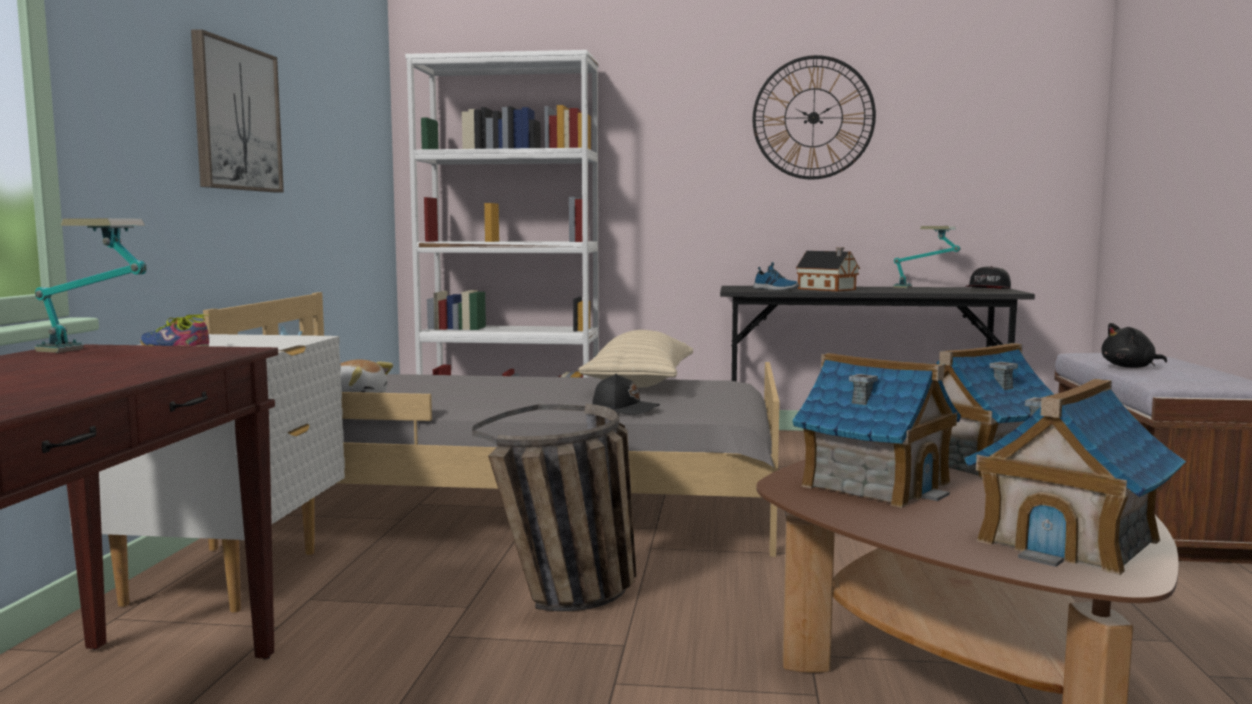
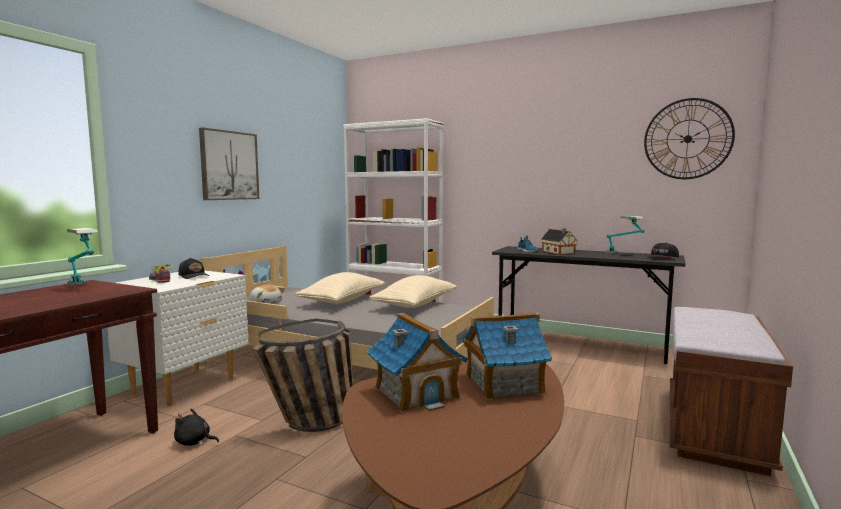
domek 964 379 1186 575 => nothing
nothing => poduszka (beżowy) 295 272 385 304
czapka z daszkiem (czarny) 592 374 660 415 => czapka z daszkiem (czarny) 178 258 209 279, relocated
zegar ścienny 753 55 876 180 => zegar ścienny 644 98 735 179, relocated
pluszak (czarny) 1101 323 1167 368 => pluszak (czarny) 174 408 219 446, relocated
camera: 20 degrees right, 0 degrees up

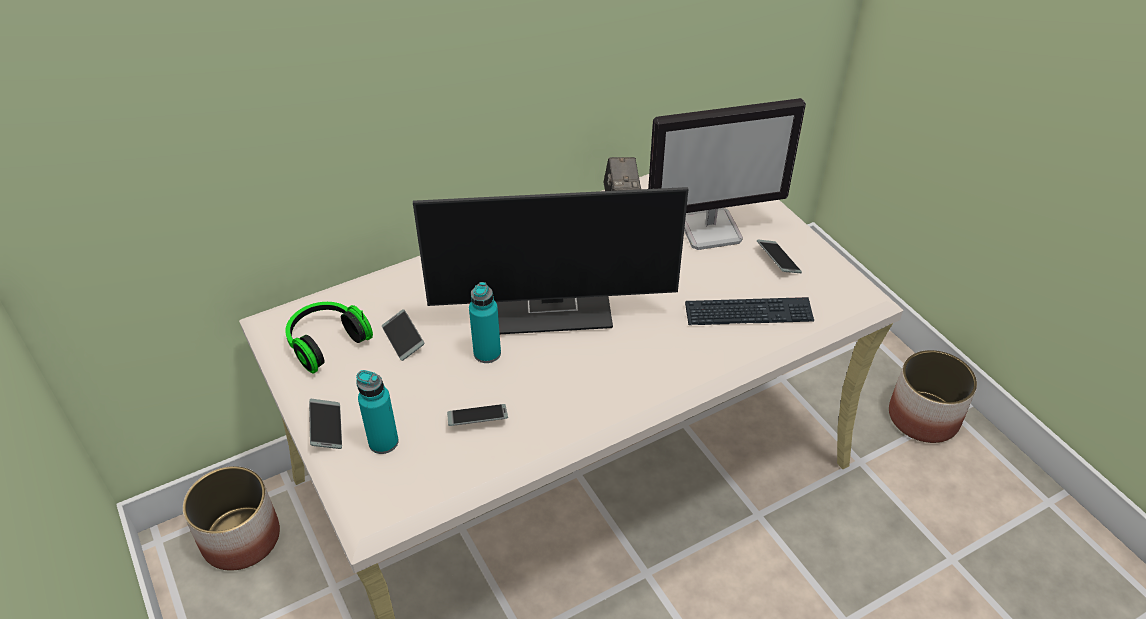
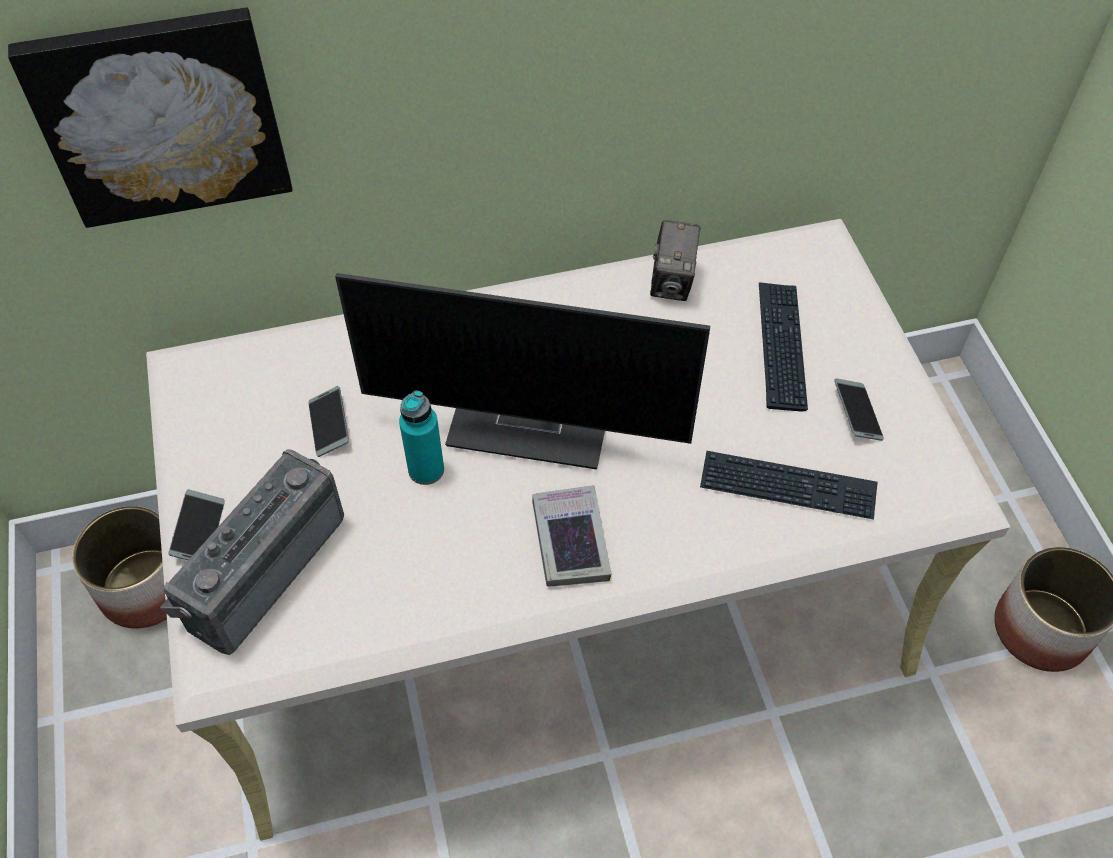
słuchawki 285 302 373 374 => nothing
telefon 447 404 508 426 => nothing
nothing => obraz 8 7 293 228
nothing => książka 532 485 611 587
butelka (turkusowy) 356 370 399 454 => radio 160 449 344 655
monitor 648 98 806 250 => klawiatura 759 282 808 412
camera: 15 degrees right, 10 degrees up

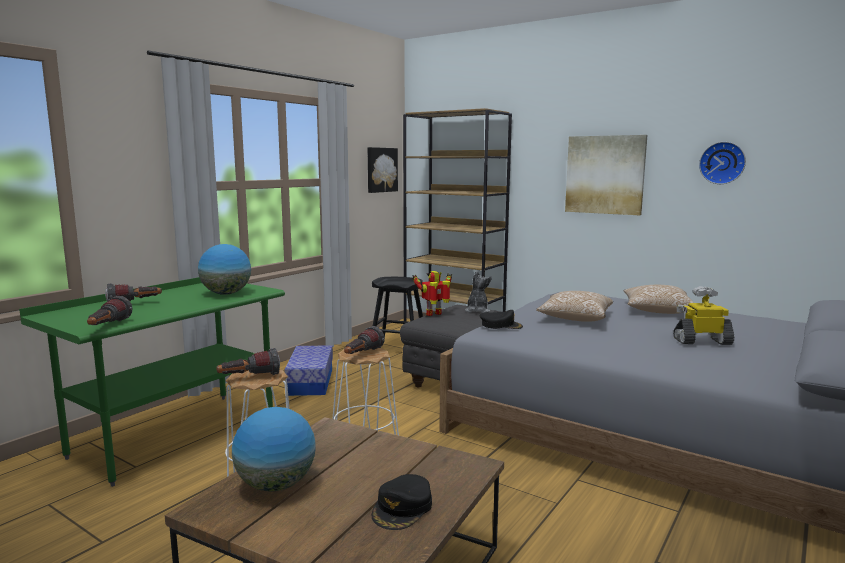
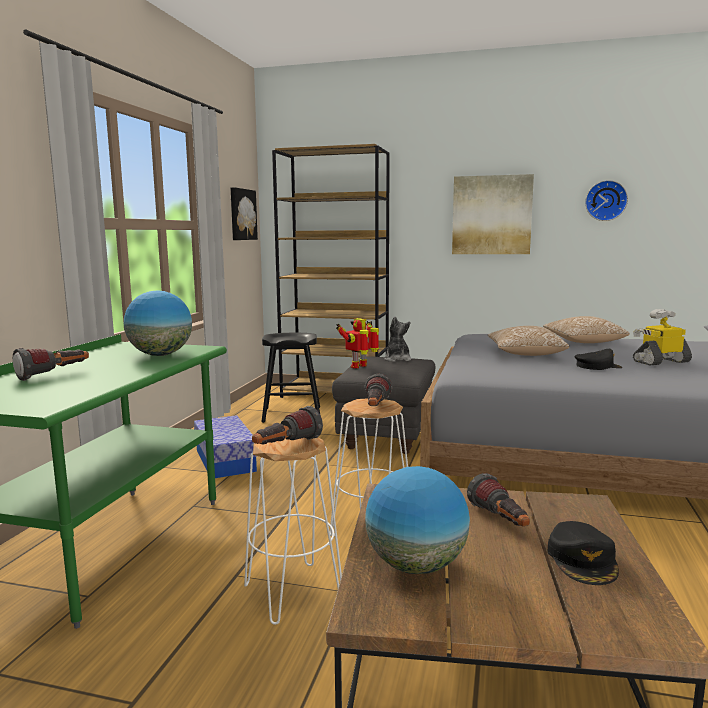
latarka 87 296 132 325 => latarka 467 473 530 526, relocated
czapka z daszkiem (czarny) 480 310 523 329 => czapka z daszkiem (czarny) 575 349 622 370, relocated
camera: 20 degrees left, 0 degrees up

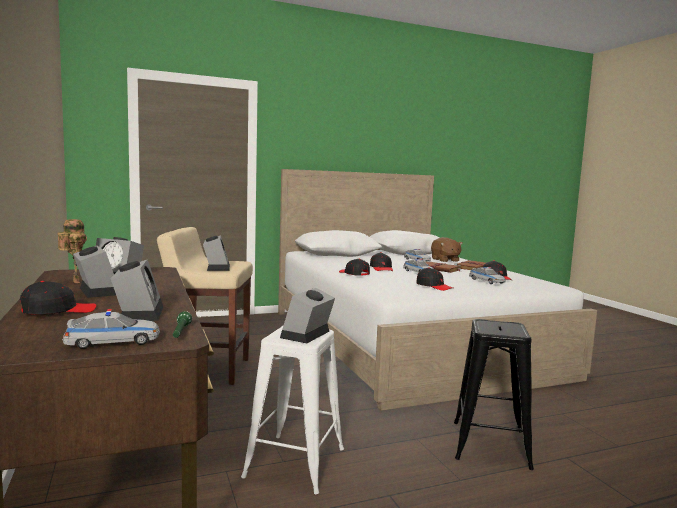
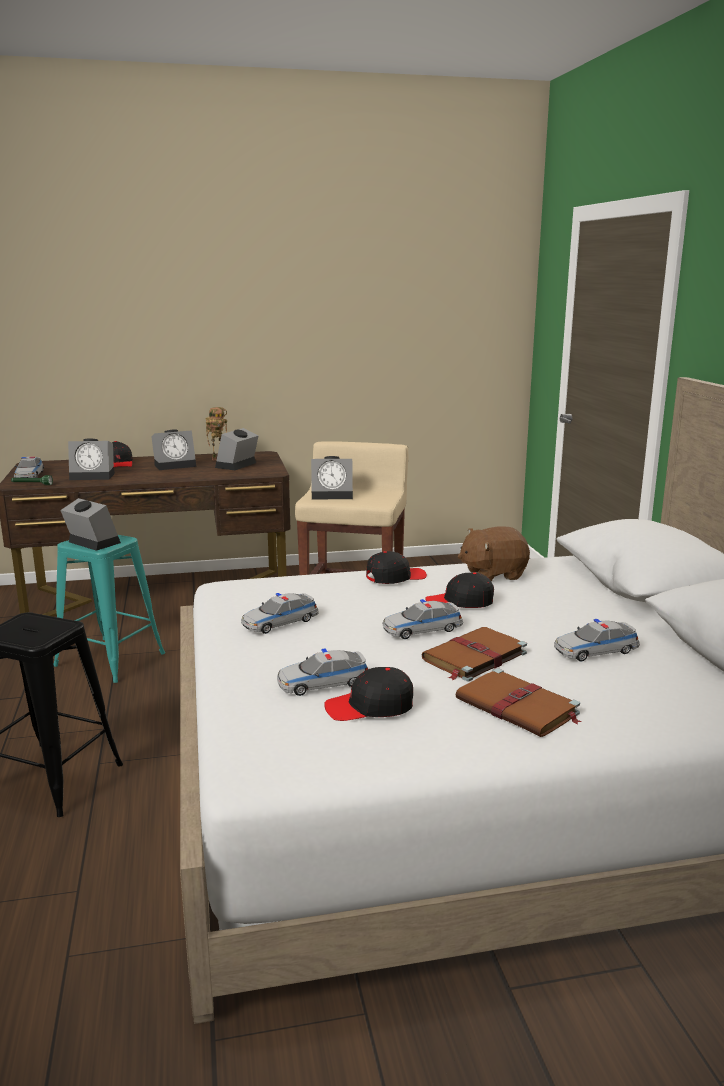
pluszak (brązowy) 431 237 463 262 => pluszak (brązowy) 458 526 530 581, relocated
czapka z daszkiem (czarny) 416 267 453 291 => samochodzik 241 593 319 634
stołek (biały) 241 325 344 494 => stołek (turkusowy) 54 535 165 683
camera: 100 degrees right, 10 degrees up

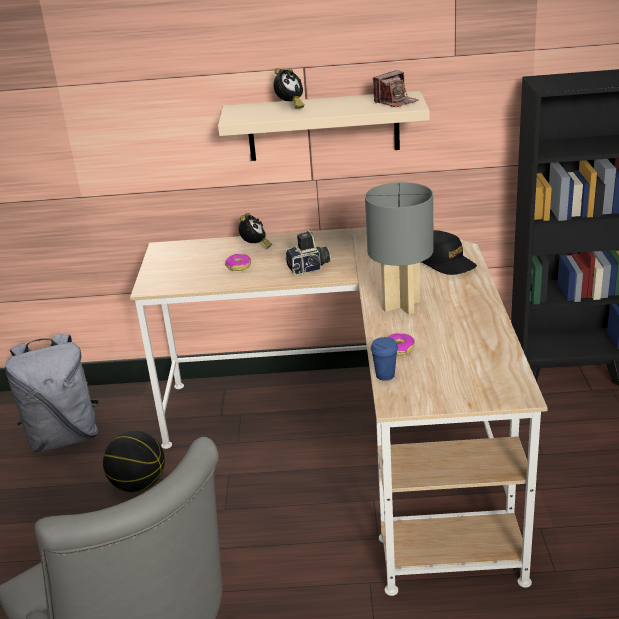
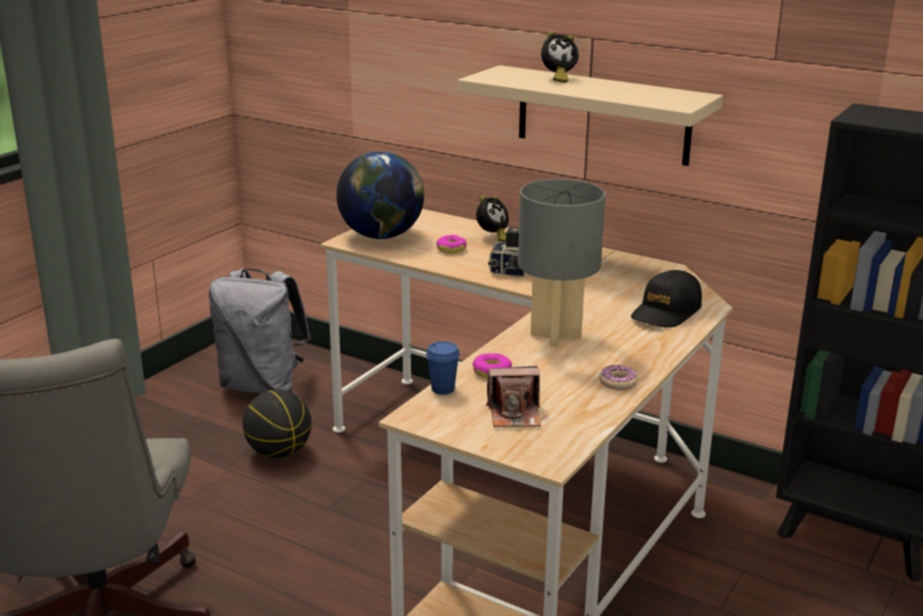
nothing => globus 336 151 424 239
nothing => donut 599 365 638 390
aparat fotograficzny 373 70 419 107 => aparat fotograficzny 486 366 541 427, relocated
czapka z daszkiem (czarny) 421 230 477 275 => czapka z daszkiem (czarny) 631 270 702 328, 45 degrees clockwise
camera: 30 degrees right, 5 degrees down

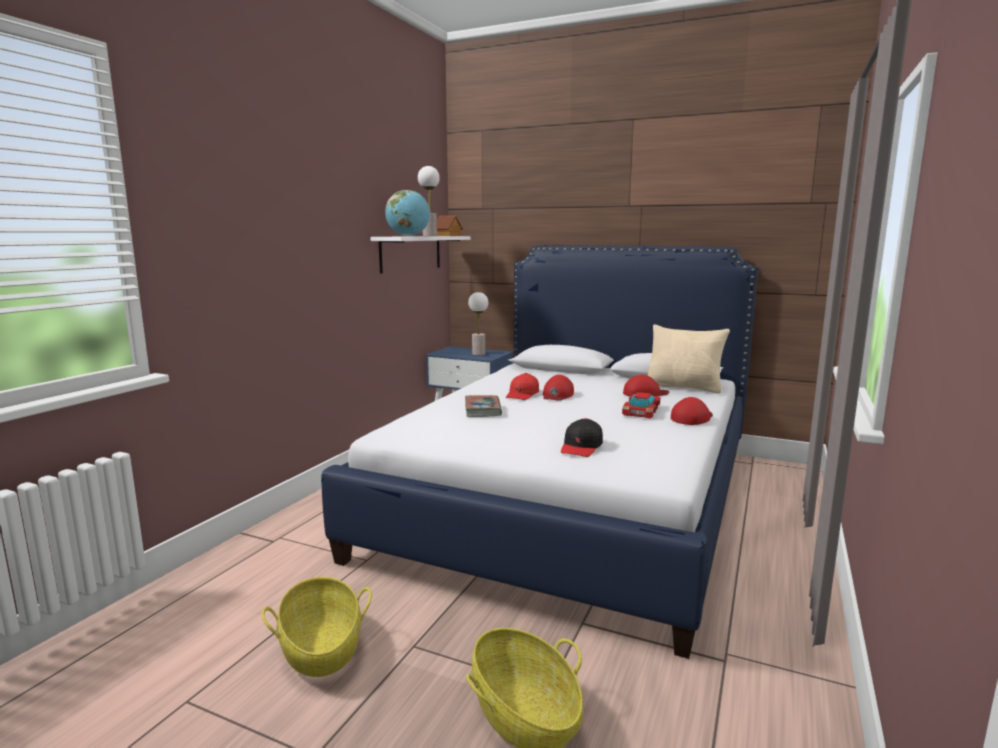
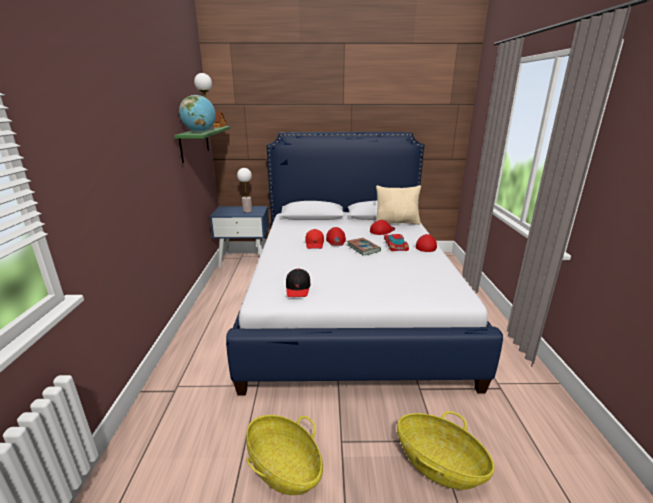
książka 465 395 502 417 => książka 347 238 381 256, relocated
czapka z daszkiem (czarny) 561 418 603 457 => czapka z daszkiem (czarny) 286 269 311 297, relocated
półka (biały) 370 236 471 273 => półka (zielony) 174 126 231 163
camera: 25 degrees left, 10 degrees up

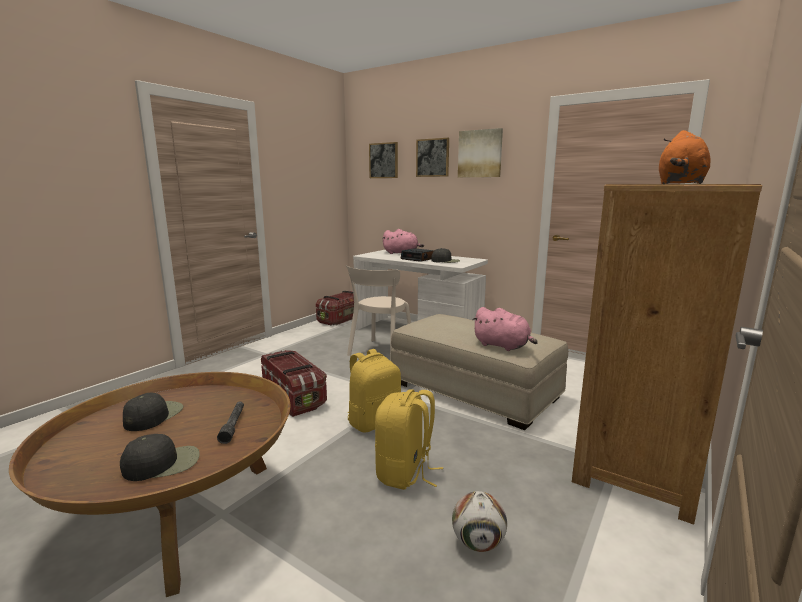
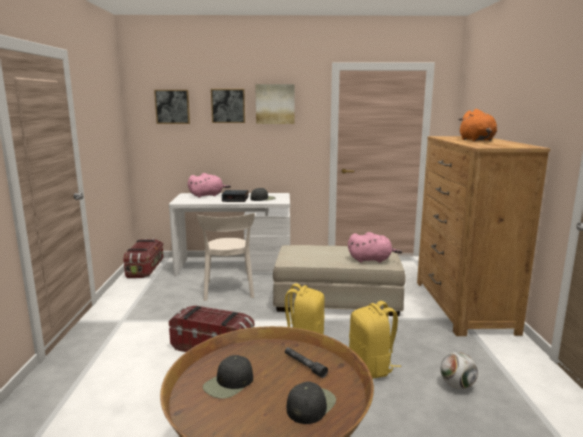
czapka z daszkiem (czarny) 123 393 183 431 => czapka z daszkiem (czarny) 203 355 253 399, 120 degrees counterclockwise
camera: 35 degrees left, 0 degrees up

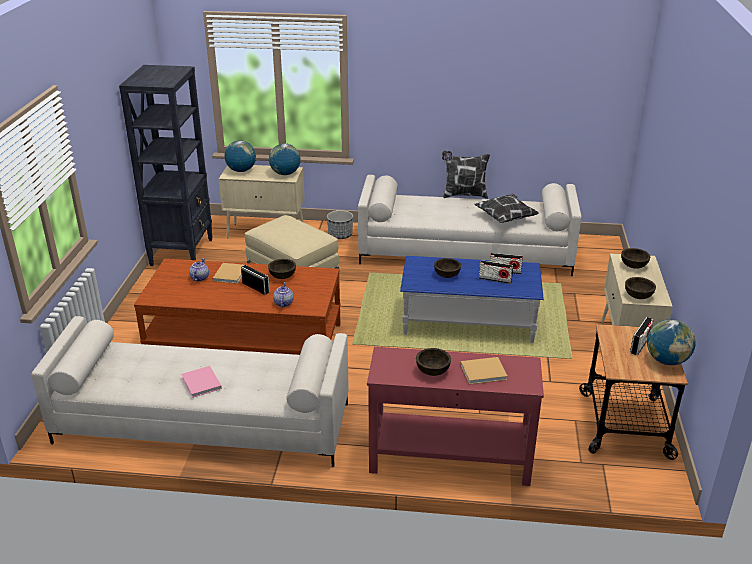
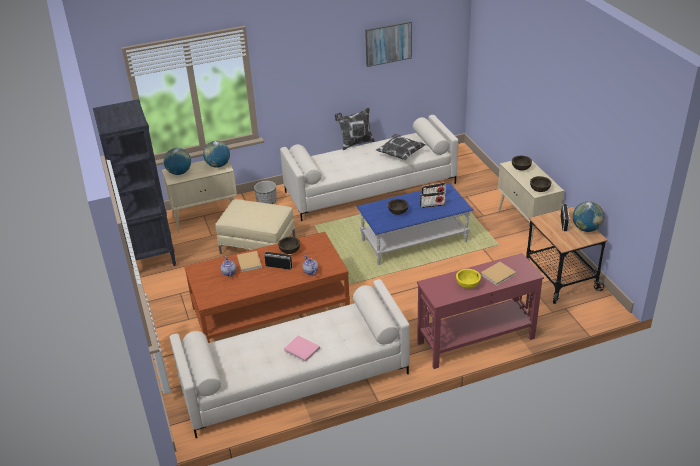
nothing => obraz 365 21 412 67
miska (brązowy) 416 348 451 376 => miska (żółty) 456 269 481 289
camera: 25 degrees left, 5 degrees up

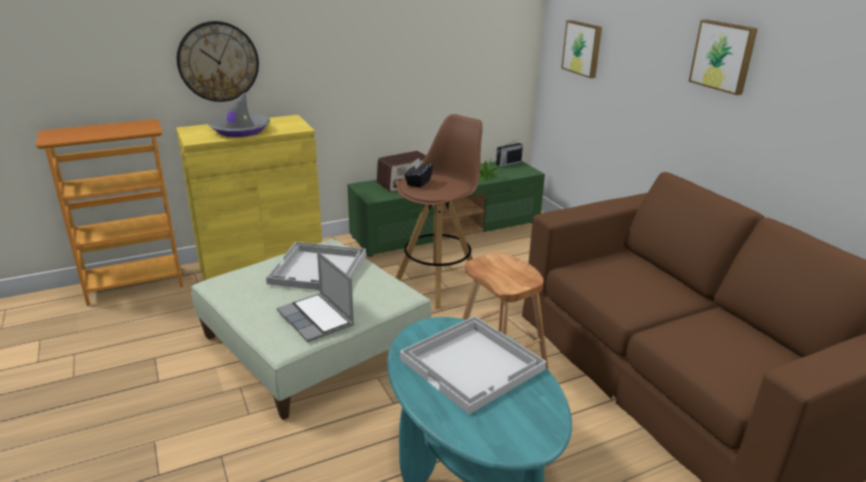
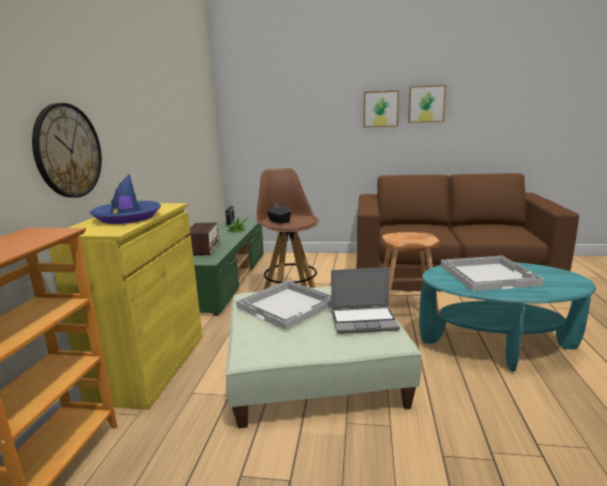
obraz 561 20 602 78 => obraz 408 85 446 123, relocated
kapelusz (szary) 209 92 270 137 => kapelusz (niebieski) 90 174 161 224
camera: 55 degrees left, 10 degrees down

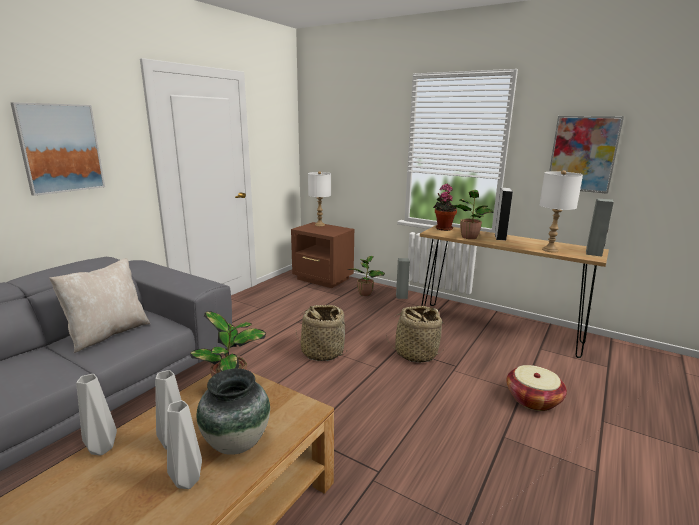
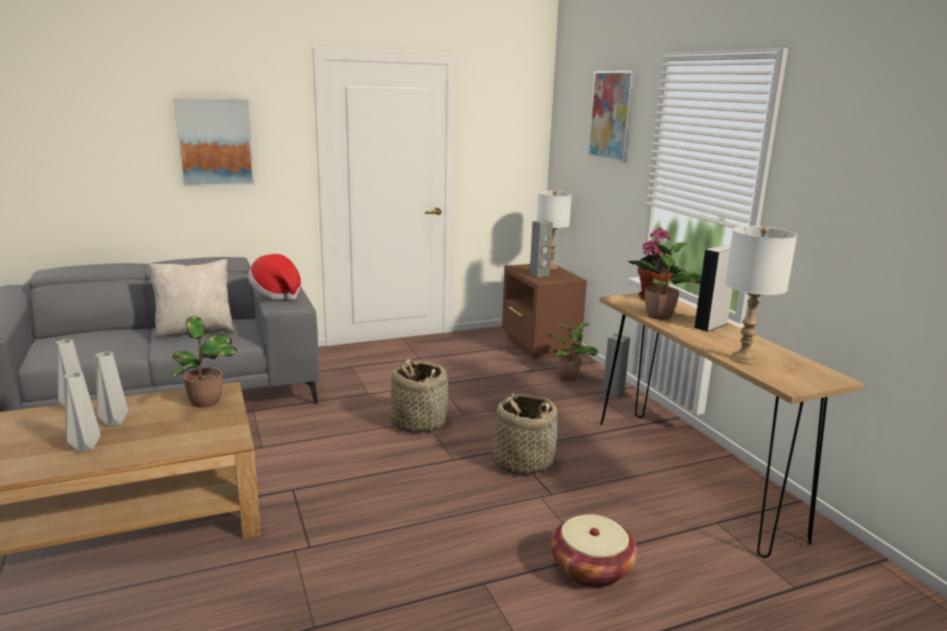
wazon 197 368 270 455 => nothing
nothing => kapelusz 248 254 301 300
obraz 549 116 624 194 => obraz 588 71 635 163, relocated
głośnik (szary) 586 198 614 257 => głośnik (szary) 530 220 553 277, relocated
camera: 35 degrees right, 0 degrees up

